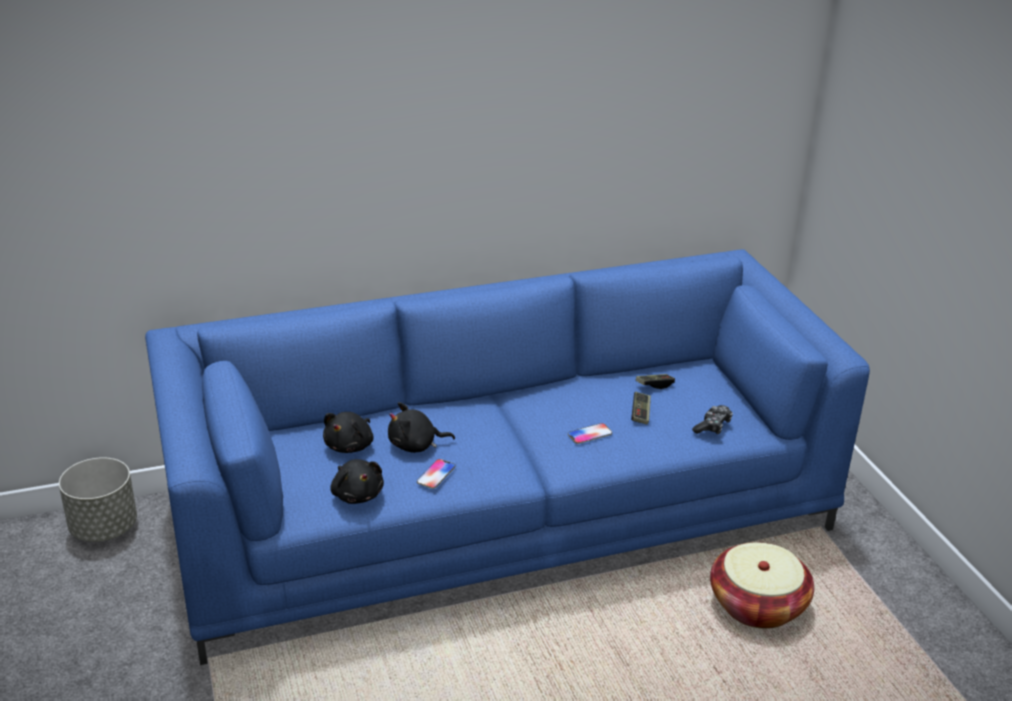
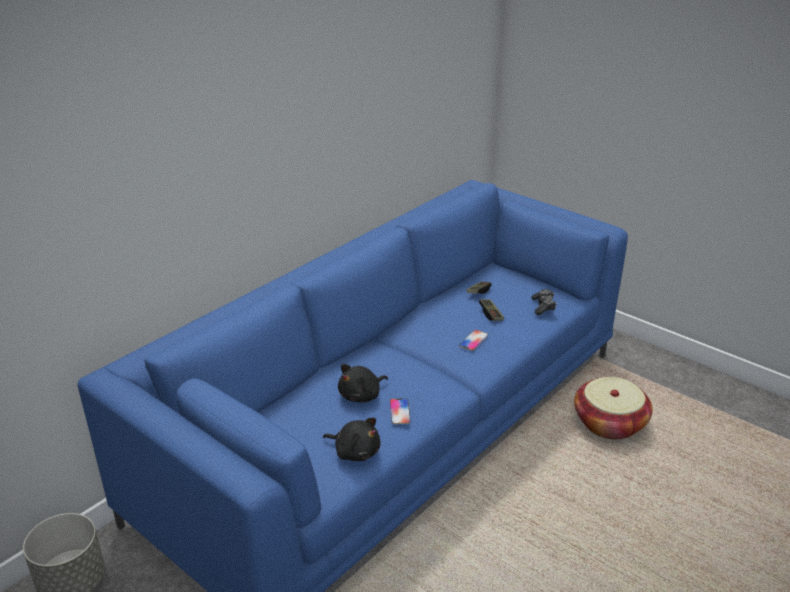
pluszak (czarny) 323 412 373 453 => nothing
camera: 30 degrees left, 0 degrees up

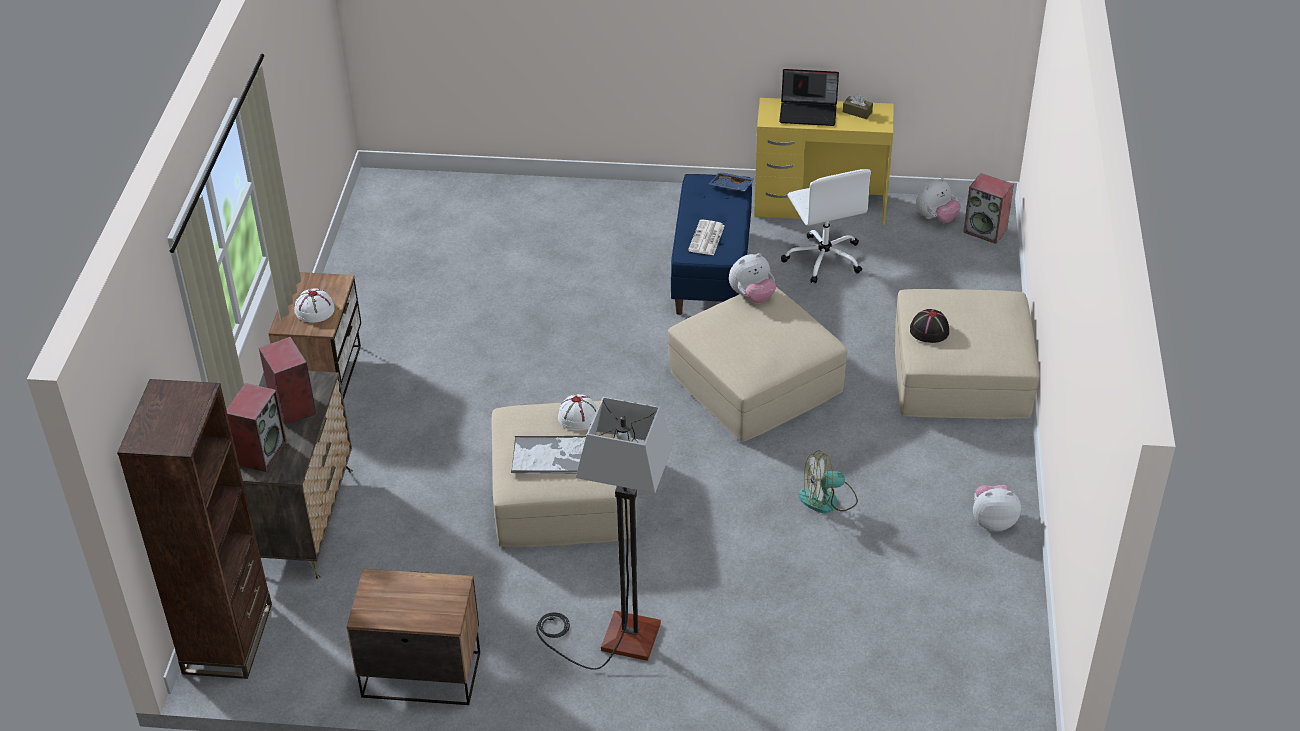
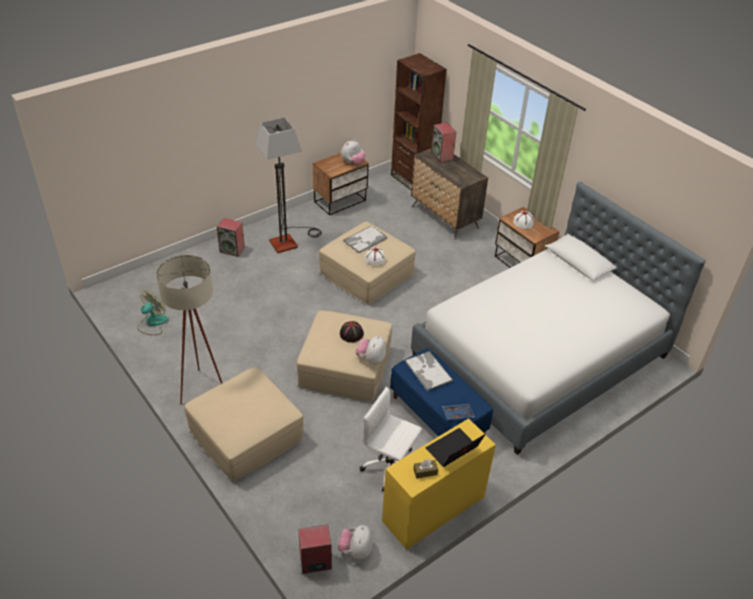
nothing => lampa stojąca (beżowy) 156 255 222 405
nothing => łóżko 411 182 706 455
głośnik 259 337 316 425 => głośnik 217 218 245 257, relocated
wentylator 798 450 858 514 => wentylator 138 290 169 335, relocated
kapelusz (czarny) 910 309 949 343 => kapelusz (czarny) 340 321 364 342, relocated
pluszak 973 485 1021 531 => pluszak 341 140 366 164, relocated
gazeta 688 219 725 255 => taca 405 351 453 391
camera: 135 degrees right, 0 degrees up

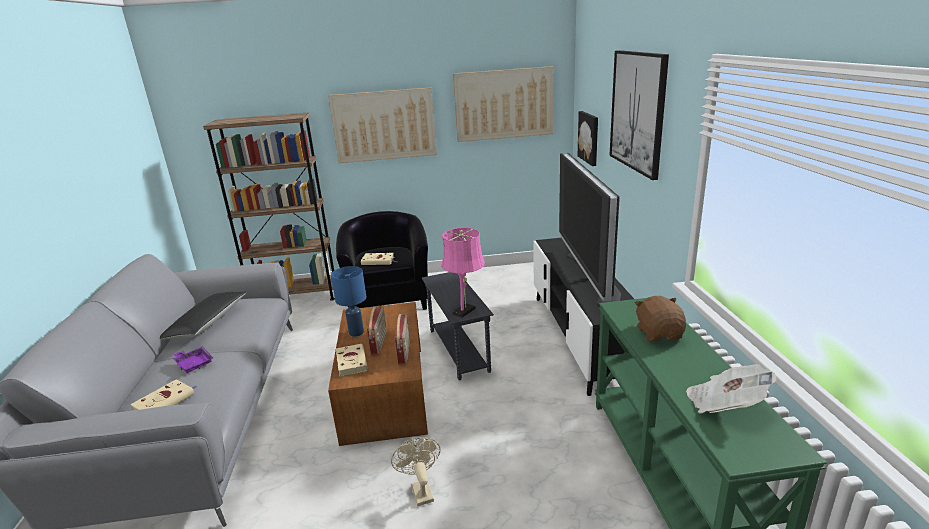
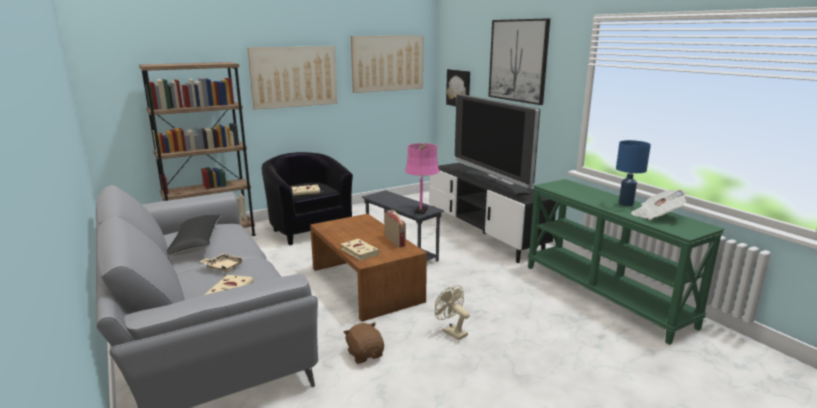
radio 367 306 387 354 => nothing
lampa stołowa (niebieski) 331 266 366 337 => lampa stołowa (niebieski) 616 140 651 206, relocated
pluszak (brązowy) 635 296 686 342 => pluszak (brązowy) 343 322 384 364, relocated
taca (fioletowy) 173 346 213 373 => taca (beżowy) 199 253 245 272
camera: 25 degrees left, 5 degrees down

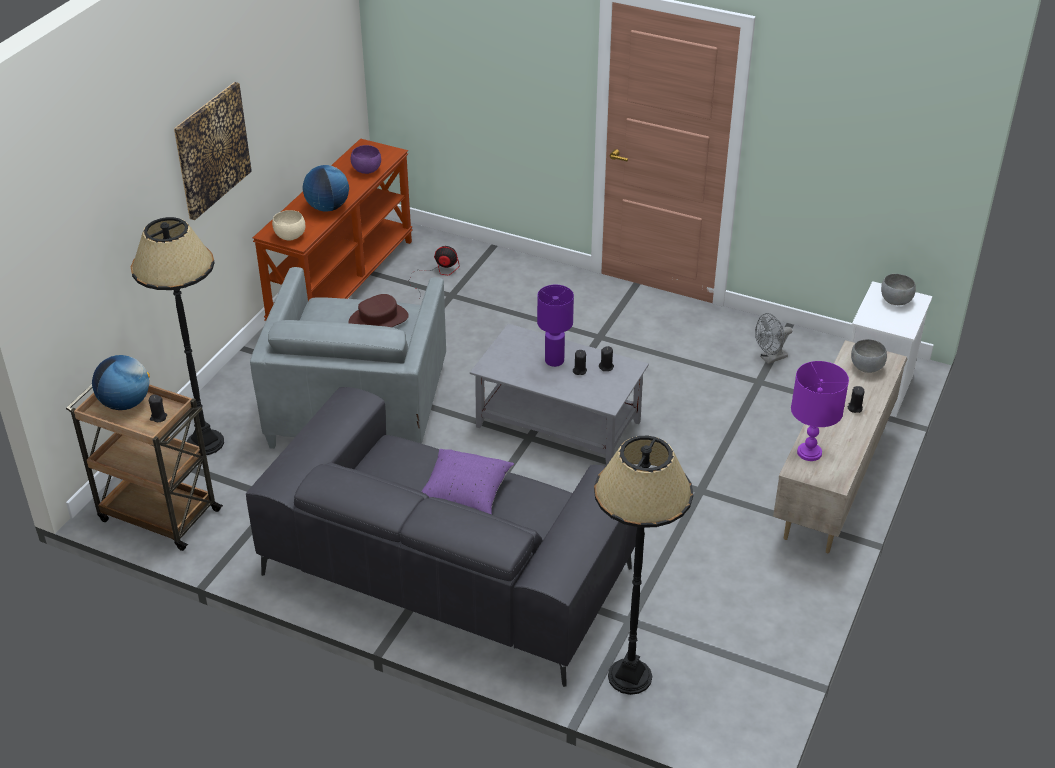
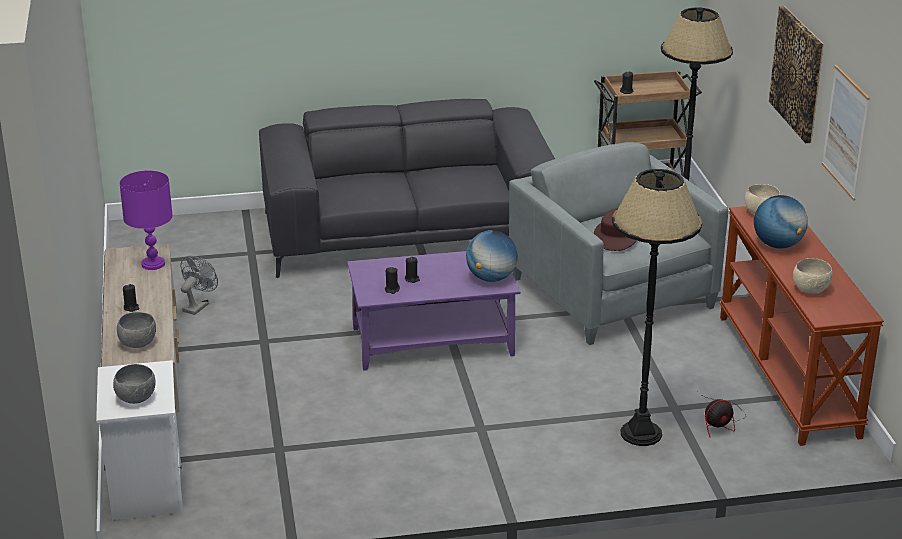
poduszka (fioletowy) 421 449 514 515 => nothing
lampa stołowa (fioletowy) 537 285 574 367 => nothing
nothing => obraz 822 65 870 201
globus 92 355 150 410 => globus 466 230 518 282, relocated
lampa stojąca (czarny) 594 436 693 695 => lampa stojąca (czarny) 612 169 702 446, relocated
wentylator (szary) 755 313 793 364 => wentylator (szary) 180 256 218 315, relocated
miska (fioletowy) 351 145 381 174 => miska (beżowy) 793 258 833 294
ława (szary) 470 324 649 465 => ława (fioletowy) 347 251 521 371
camera: 145 degrees right, 10 degrees down

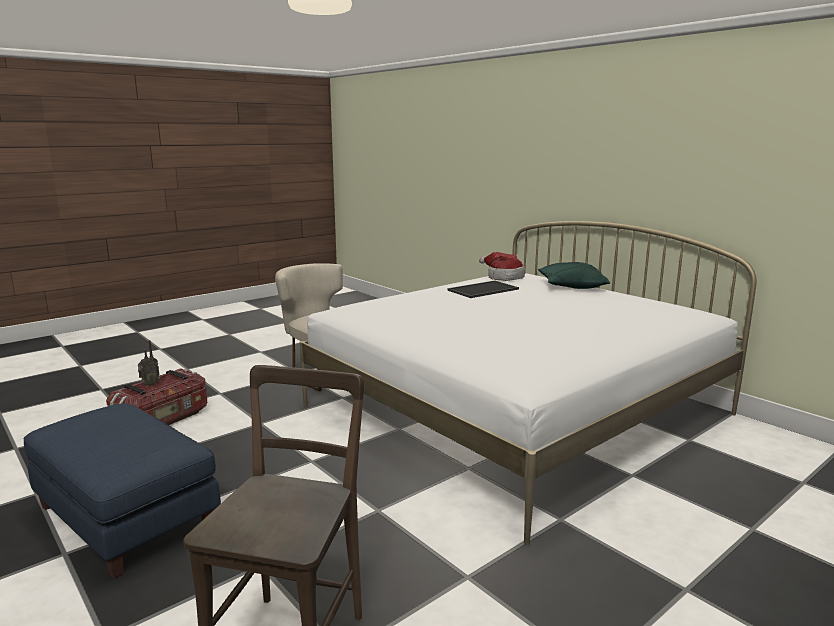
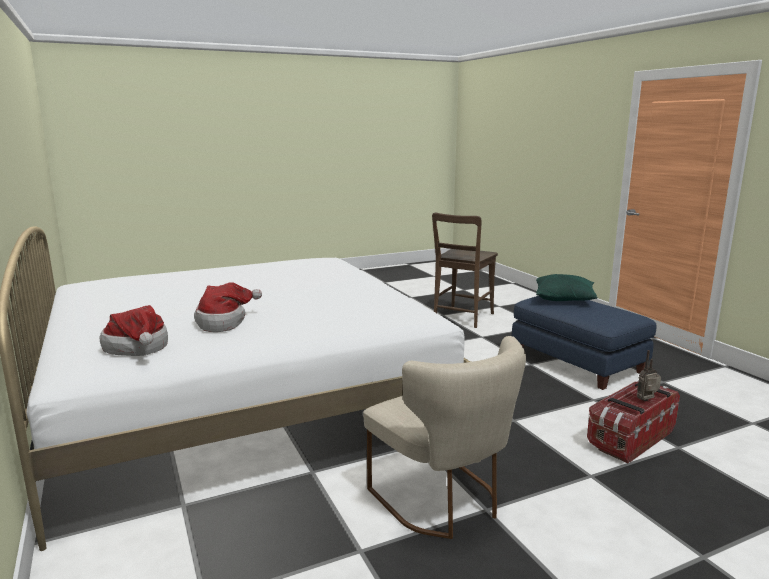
poduszka (zielony) 538 262 610 289 => poduszka (zielony) 536 274 598 301, relocated
taca 447 281 519 298 => kapelusz 194 282 262 332
camera: 165 degrees left, 0 degrees up

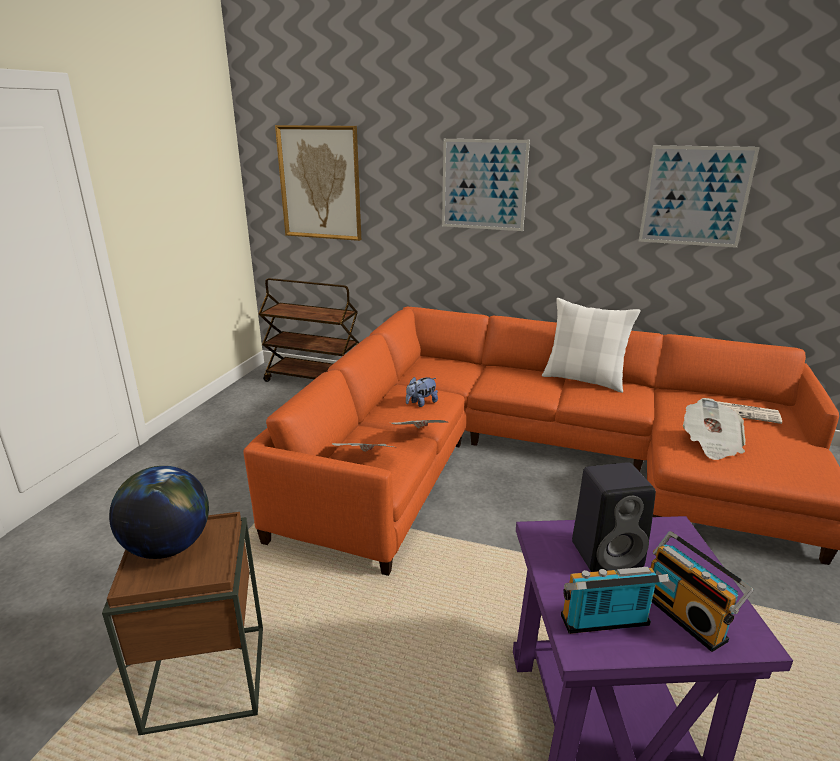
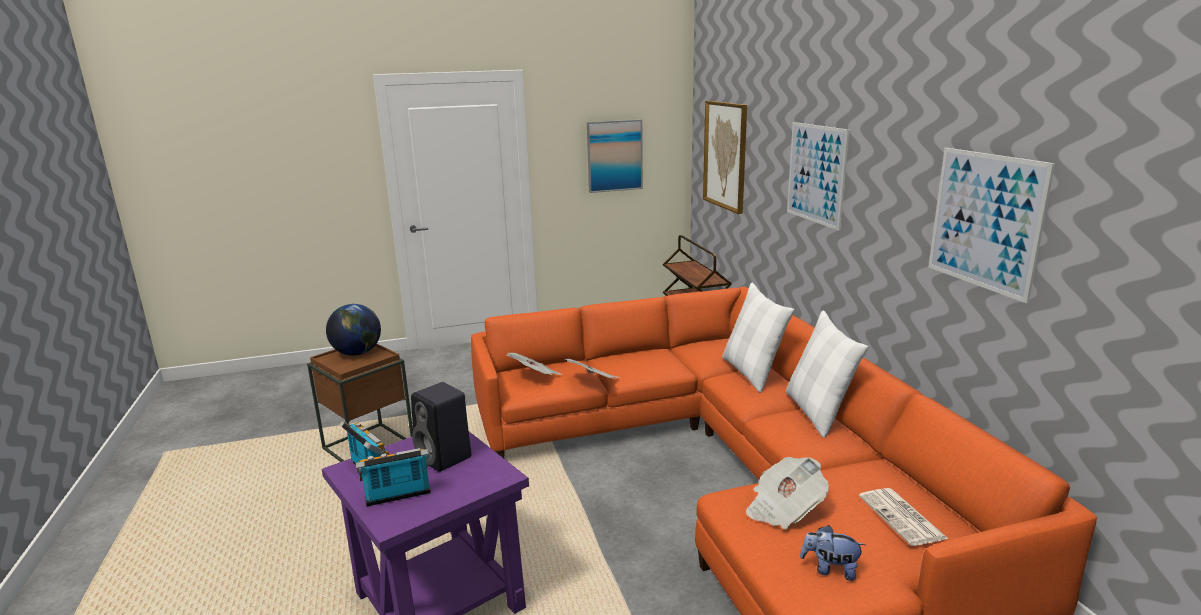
nothing => obraz 587 119 643 193
nothing => poduszka (biały) 722 283 795 393
pluszak 406 377 438 407 => pluszak 800 525 866 581, relocated
radio 651 531 753 652 => radio 356 448 431 507, 45 degrees clockwise
camera: 55 degrees right, 5 degrees down

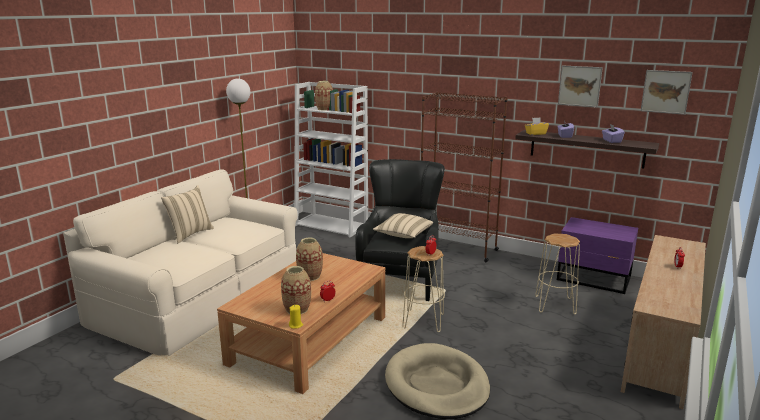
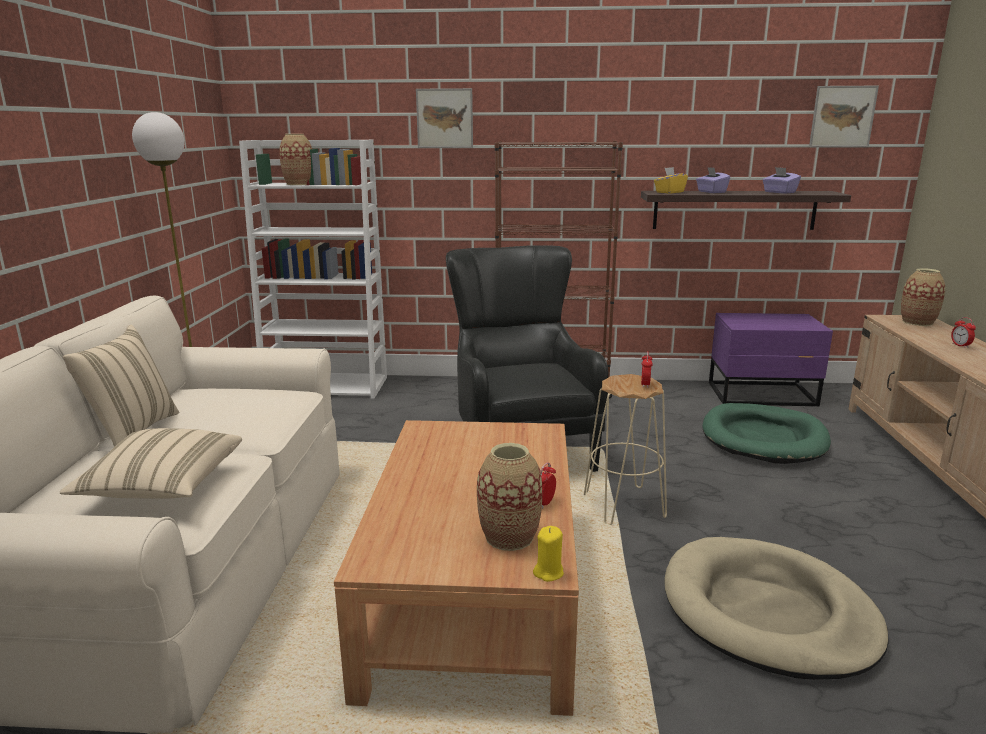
wazon 296 238 323 281 => wazon 901 268 945 326, relocated
poduszka (beżowy) 373 213 433 238 => poduszka (beżowy) 60 428 242 499, relocated
obraz 558 65 603 108 => obraz 416 88 473 148, relocated
stołek (beżowy) 535 233 580 315 => legowisko (zielony) 702 403 831 464
camera: 25 degrees left, 0 degrees up

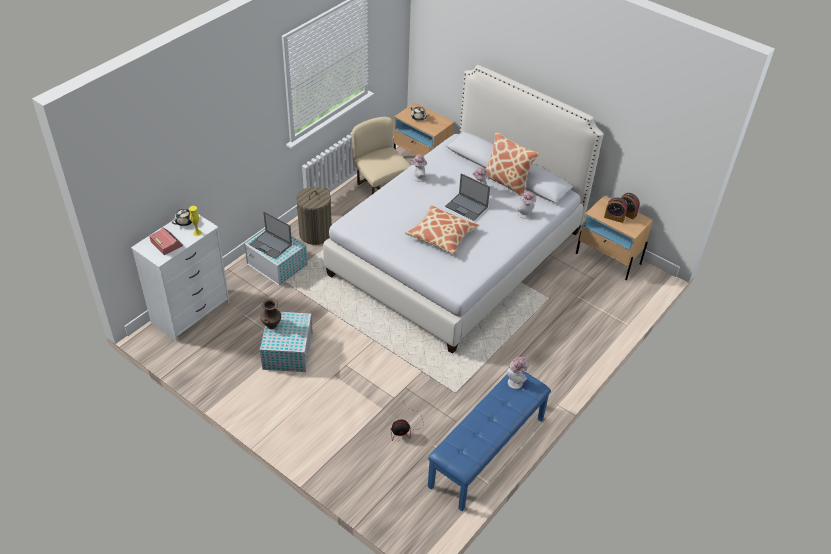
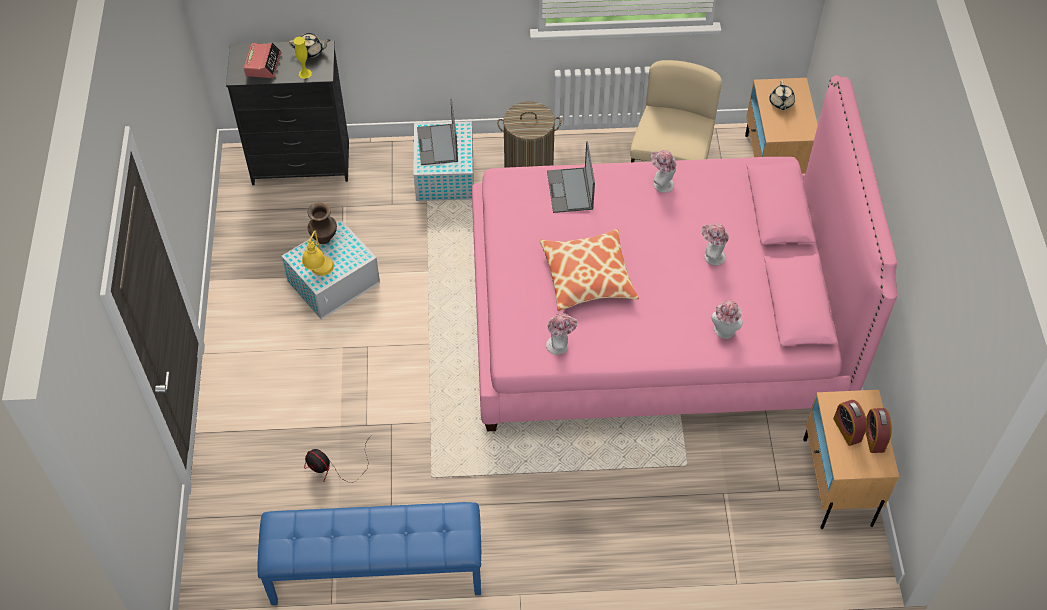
poduszka 486 131 540 196 => nothing
nothing => lampa stołowa (żółty) 302 231 334 276
laptop 445 173 490 221 => laptop 547 141 595 213, relocated
kapelusz 506 357 529 389 => kapelusz 546 313 577 355, relocated
komoda (biały) 131 215 230 342 => komoda (czarny) 226 40 349 185
łóżko (biały) 323 65 603 354 => łóżko (różowy) 472 75 897 431
camera: 50 degrees right, 10 degrees up

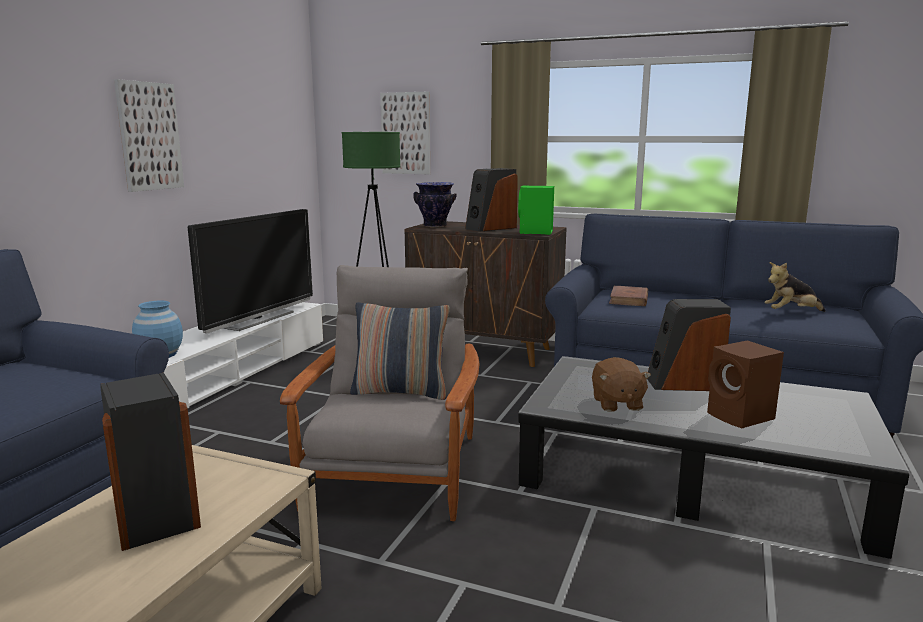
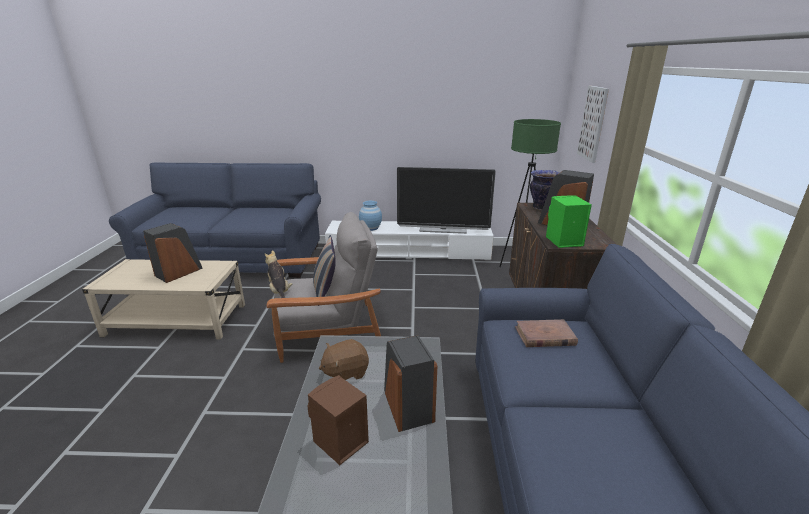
obraz 114 79 184 192 => nothing
pluszak 764 262 826 312 => pluszak 264 250 292 298, relocated
camera: 70 degrees right, 10 degrees up

